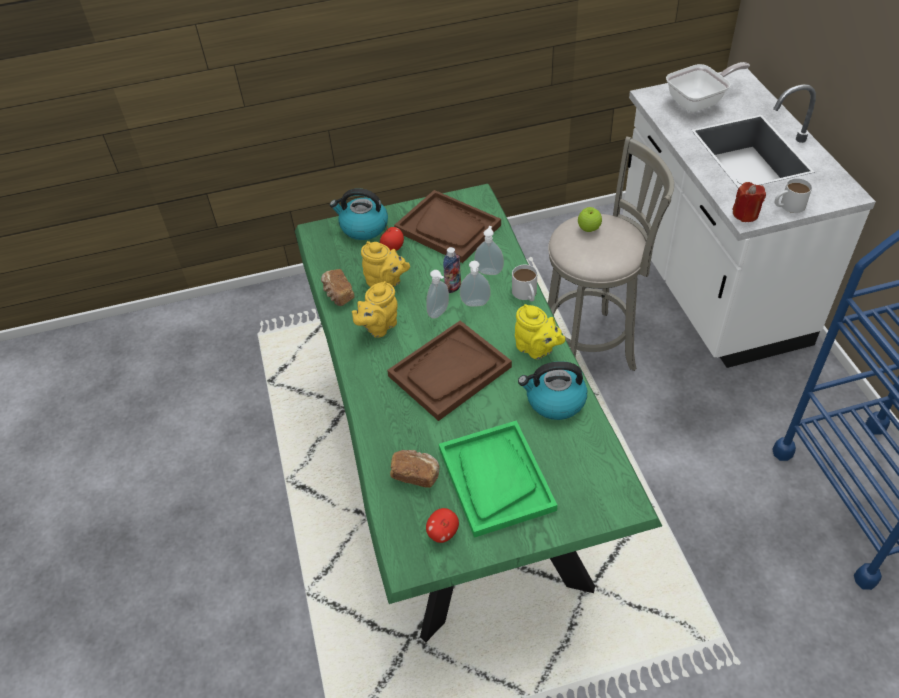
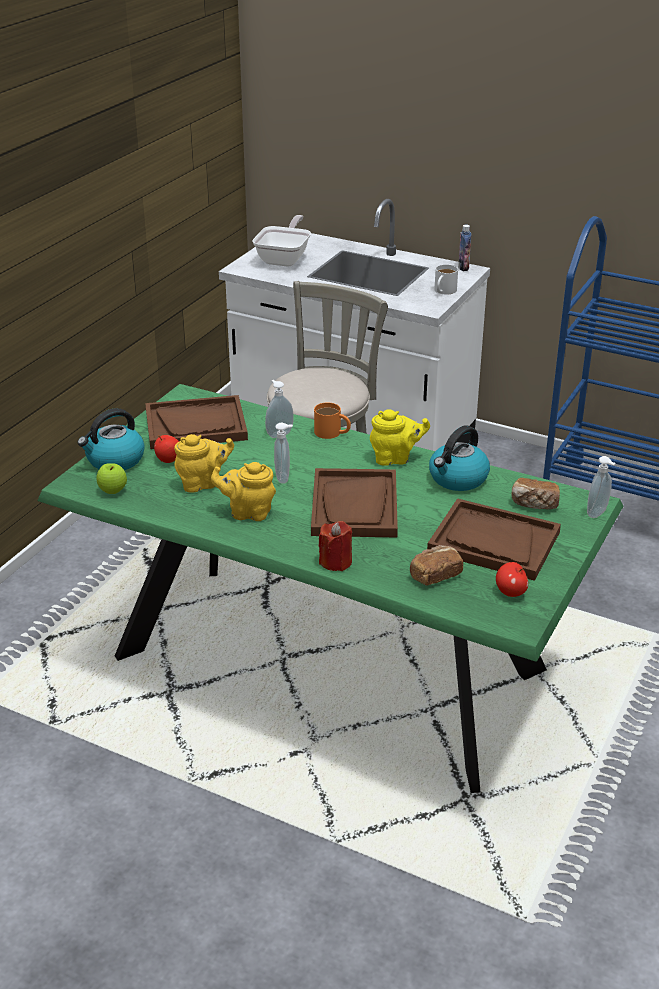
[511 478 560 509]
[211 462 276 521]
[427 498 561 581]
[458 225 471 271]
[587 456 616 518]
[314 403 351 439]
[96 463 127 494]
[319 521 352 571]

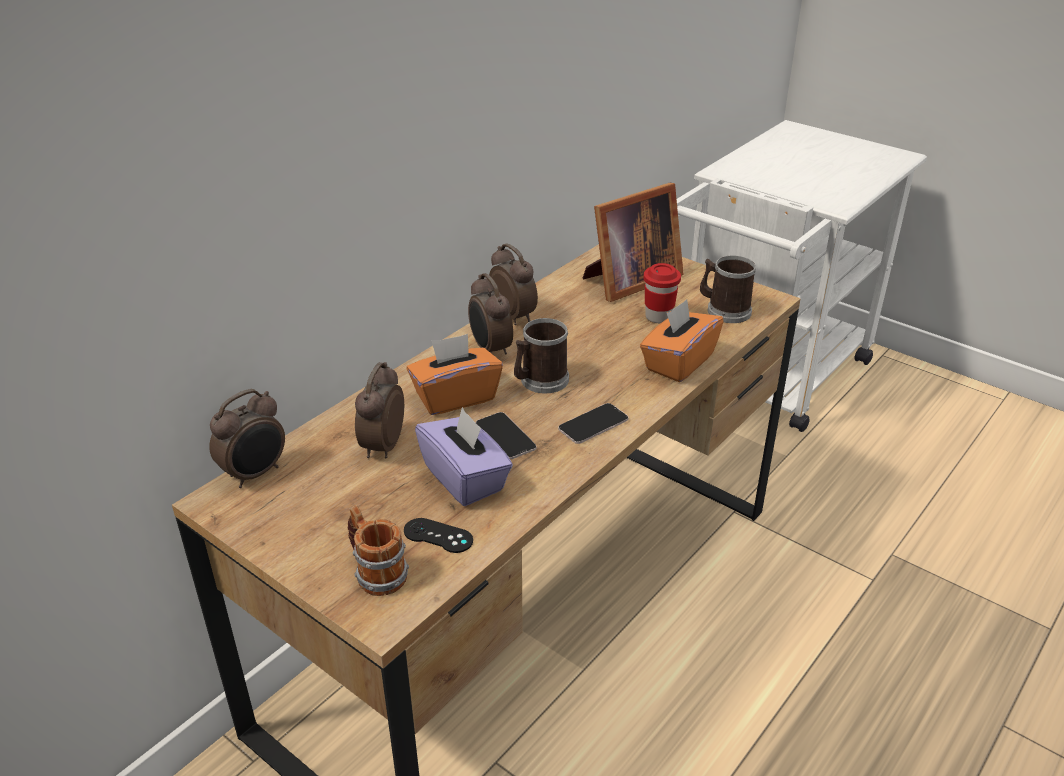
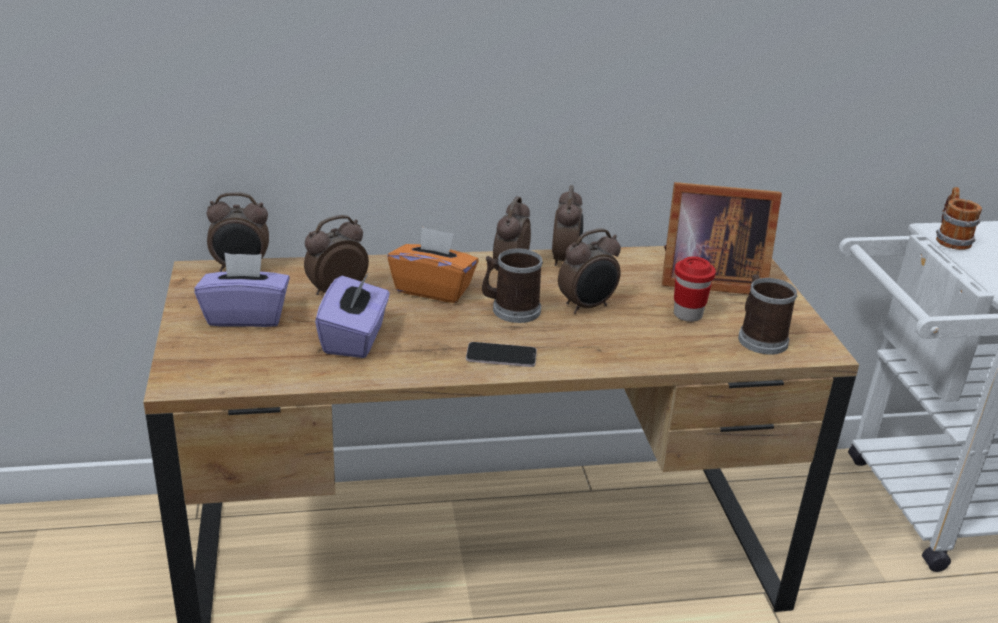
[936 187 982 250]
[404 518 473 553] (first image)
[476 412 537 459] (first image)
[640 299 724 382] (first image)
[194 253 290 327]
[558 228 621 314]

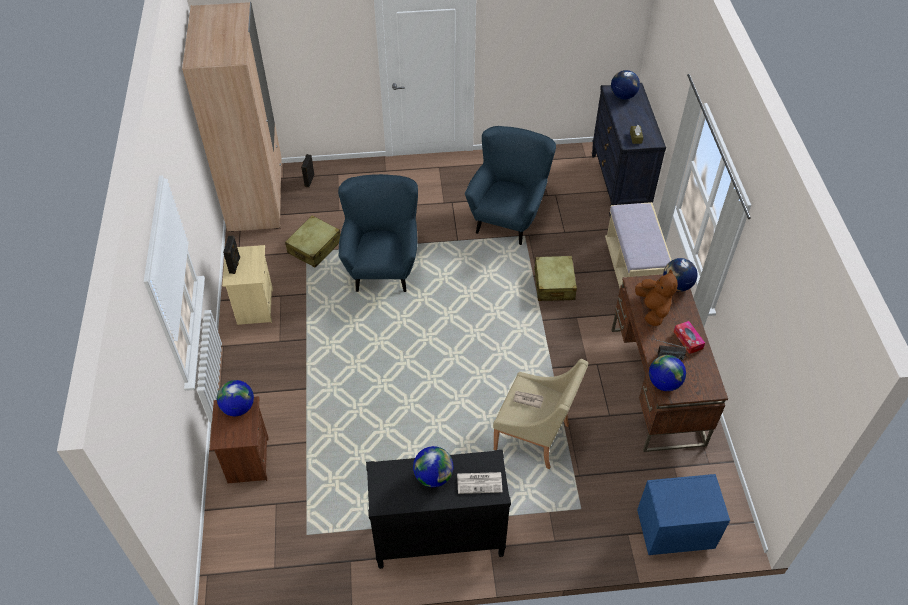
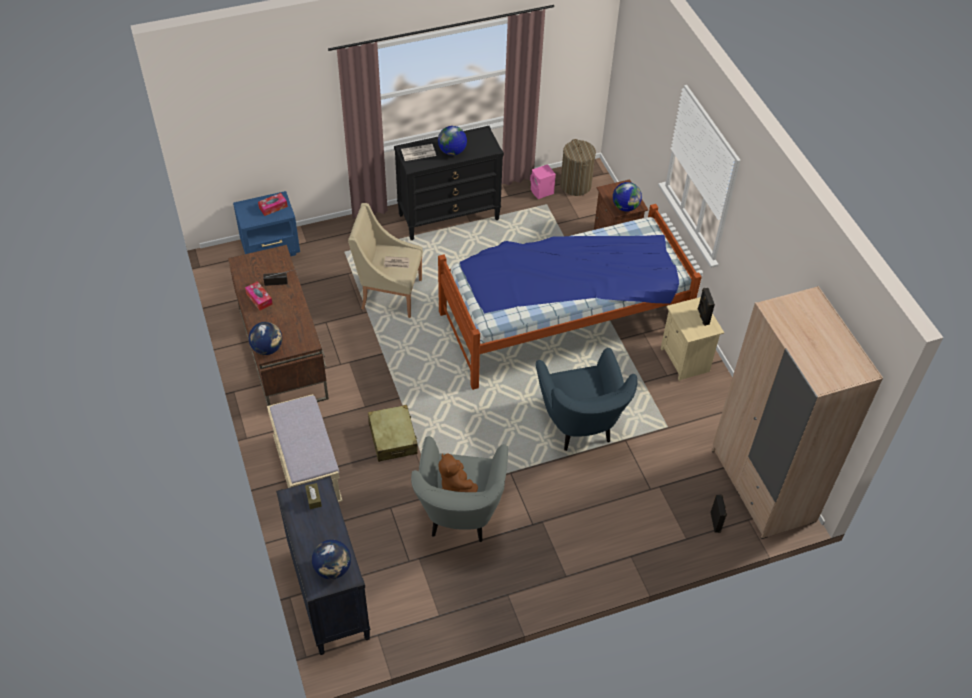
[285 215 341 267] (first image)
[411 436 508 542]
[438 453 478 492]
[649 355 686 391] (first image)
[258 193 288 216]
[438 204 702 390]
[530 164 556 199]
[560 139 596 196]

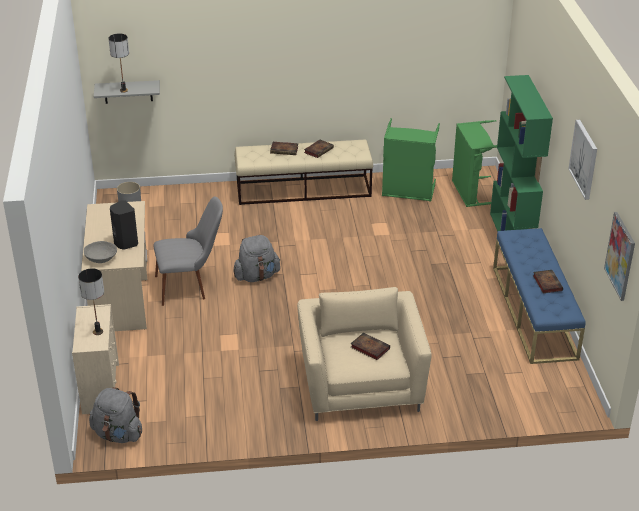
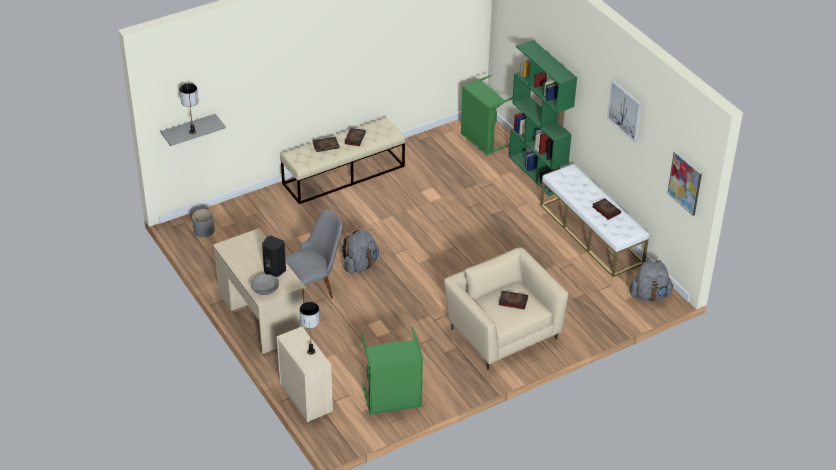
[630 261 674 301]
[361 326 423 415]
[540 164 649 277]

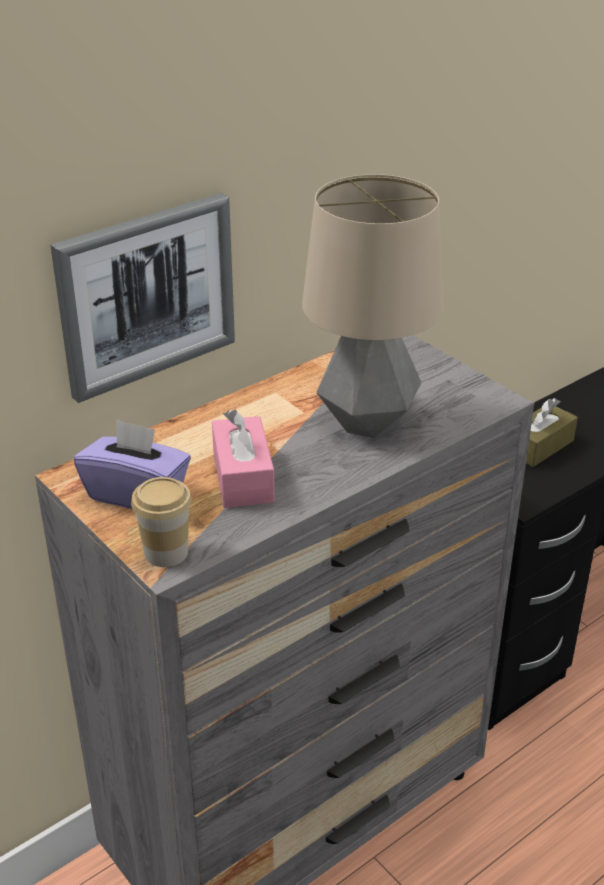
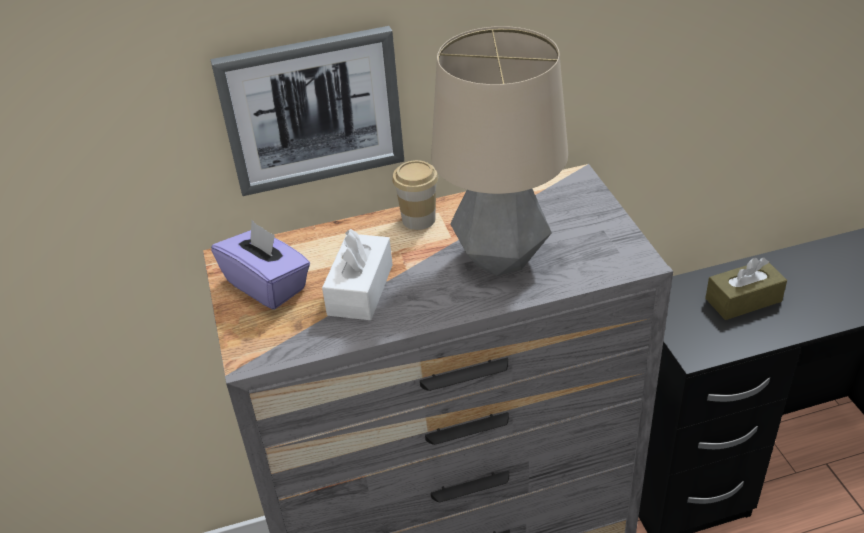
[392 160 438 230]
[322 229 393 320]

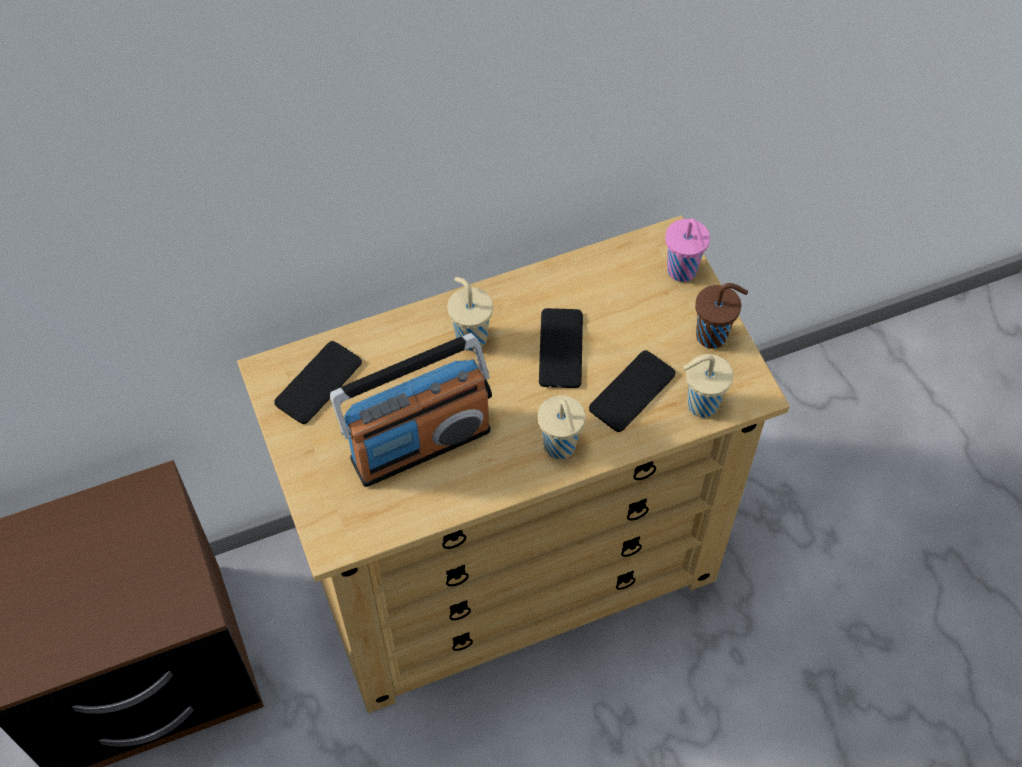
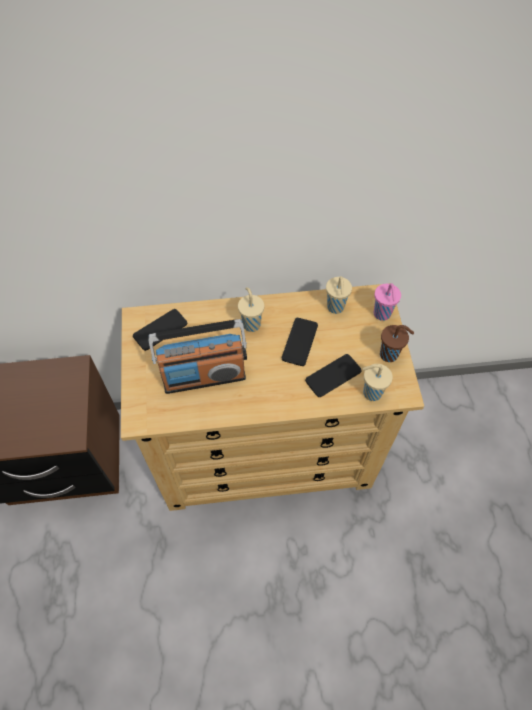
[326 276 352 314]

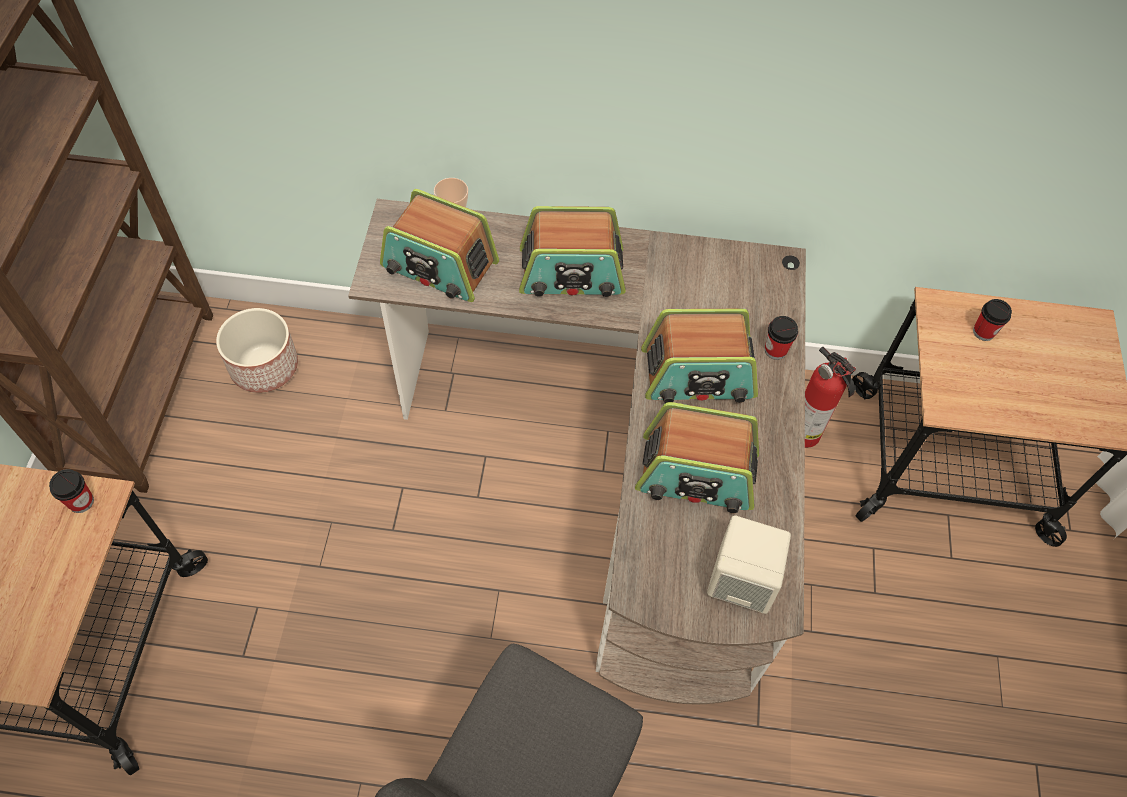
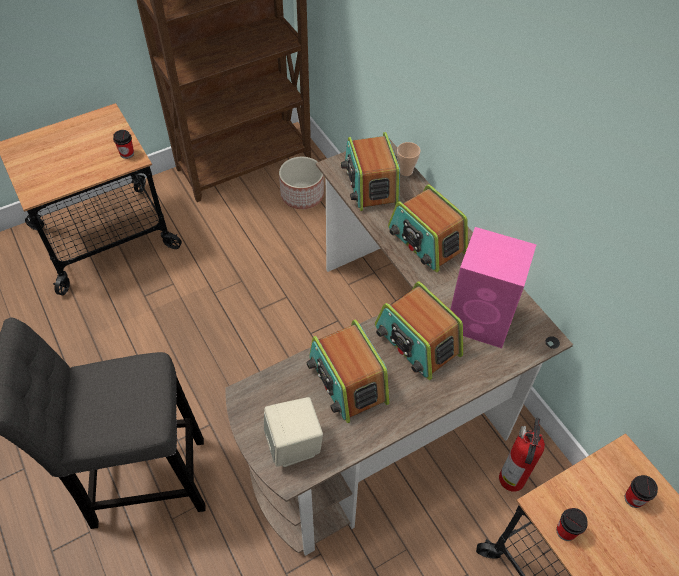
[556 508 588 541]
[450 227 537 348]

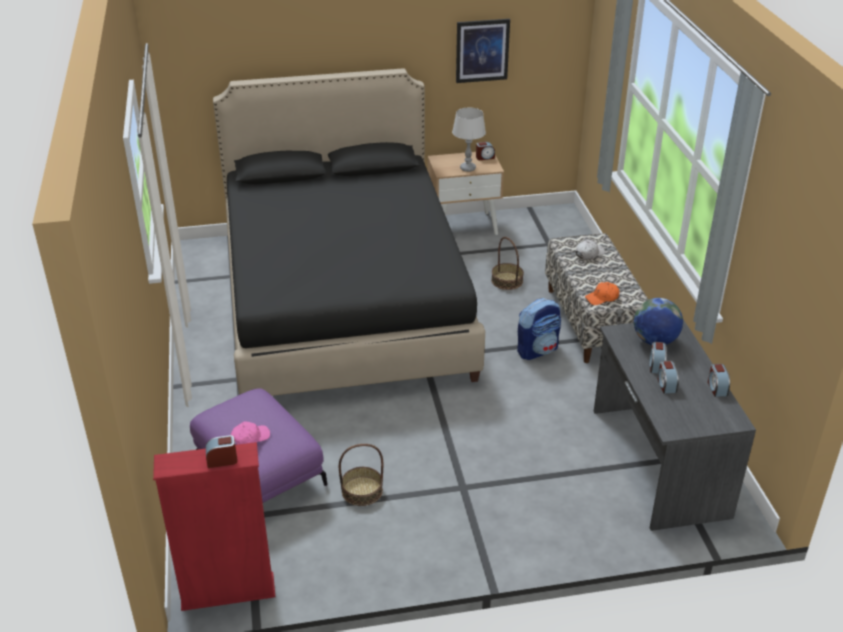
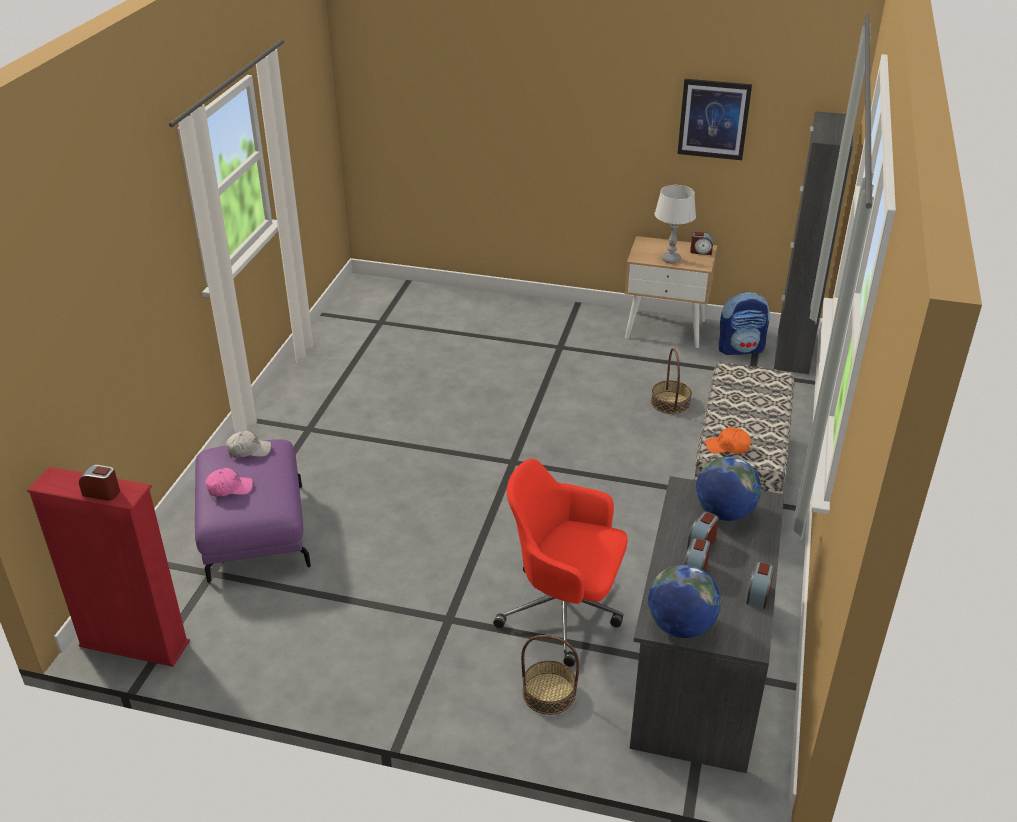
[213 68 485 396] (first image)
[521 635 579 715]
[719 292 770 355]
[226 430 271 457]
[493 459 628 667]
[648 565 721 638]
[774 111 853 374]

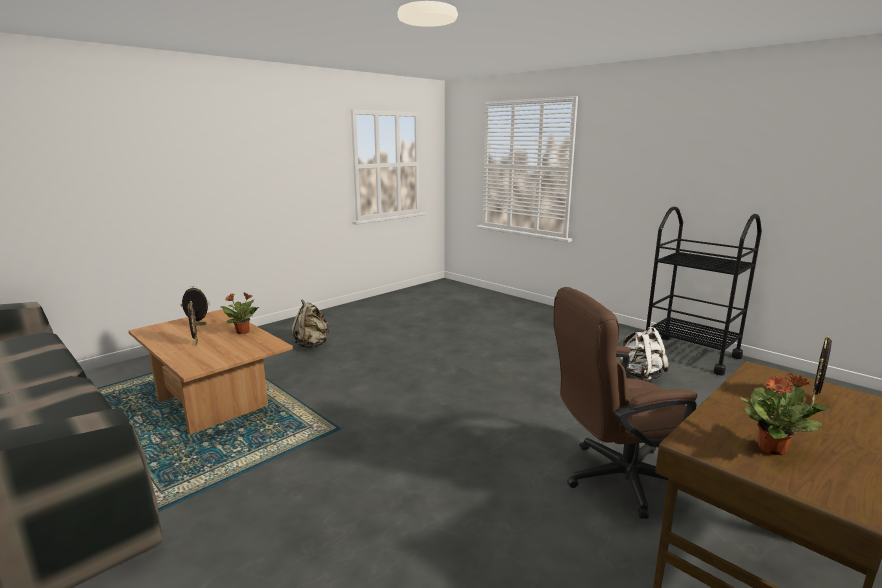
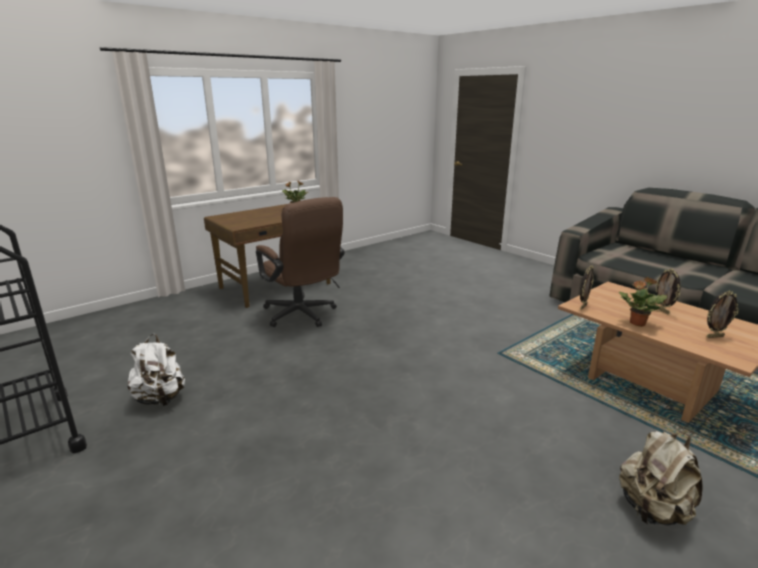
[256 197 345 327]
[580 265 594 310]

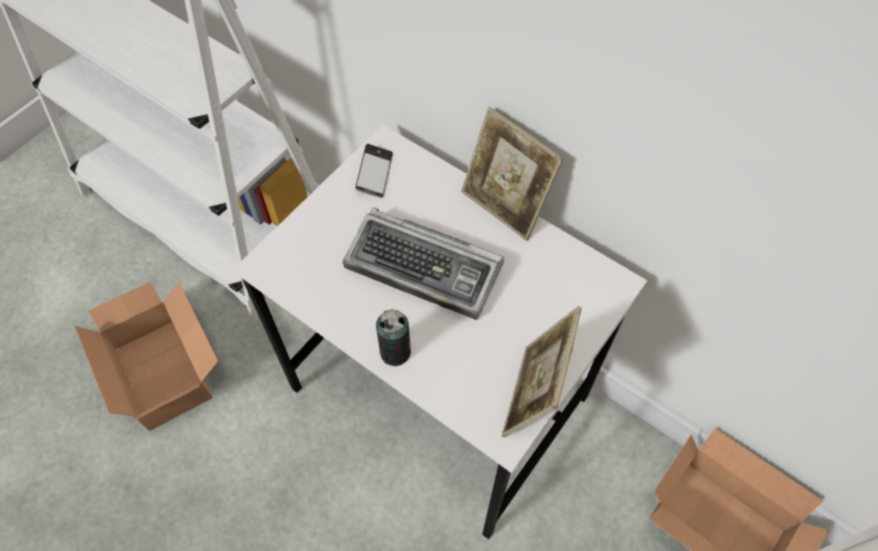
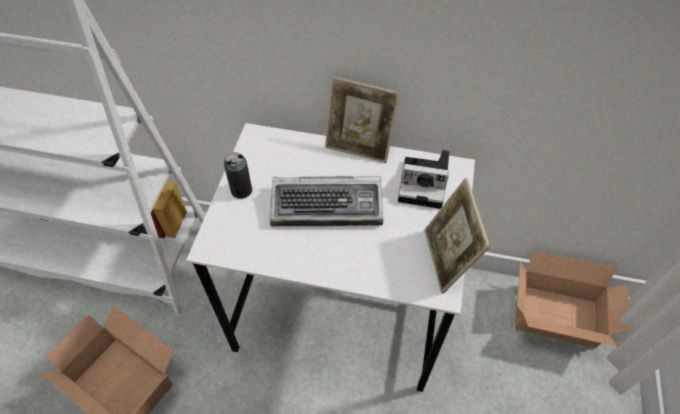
[355 144 393 198] (first image)
[223 152 252 199]
[398 150 449 209]

